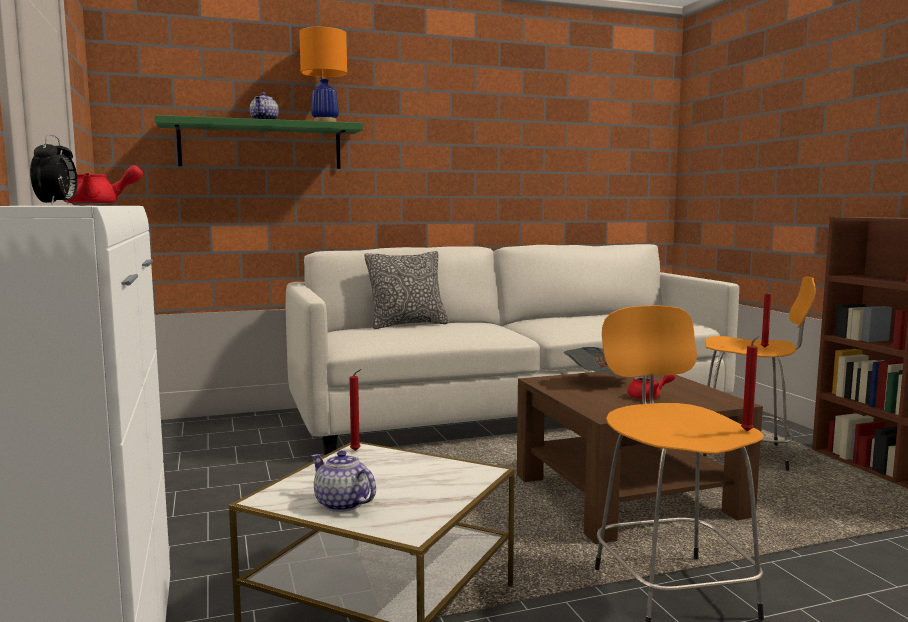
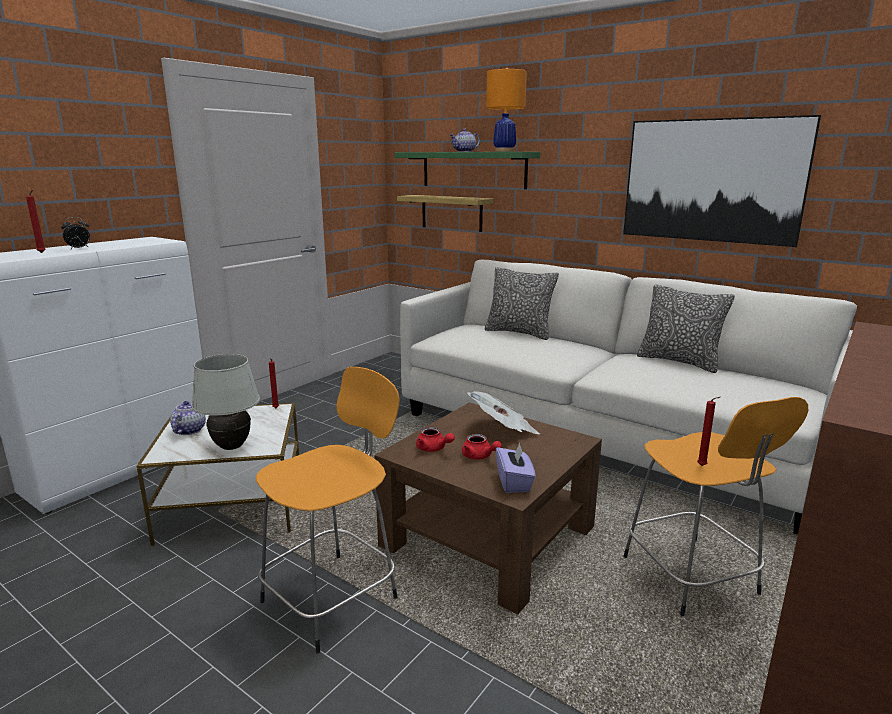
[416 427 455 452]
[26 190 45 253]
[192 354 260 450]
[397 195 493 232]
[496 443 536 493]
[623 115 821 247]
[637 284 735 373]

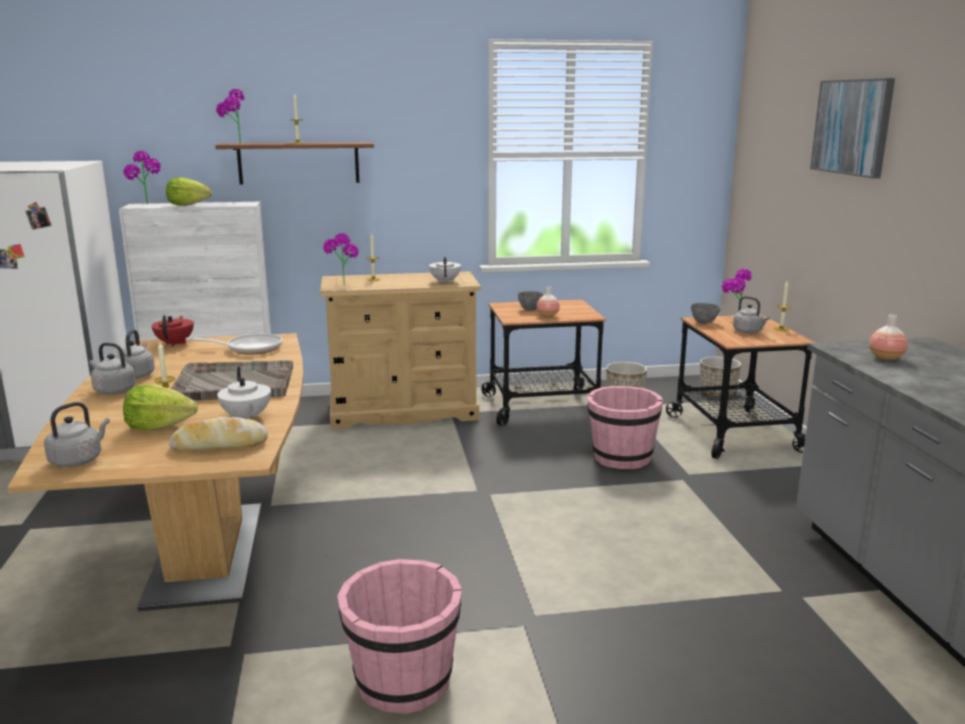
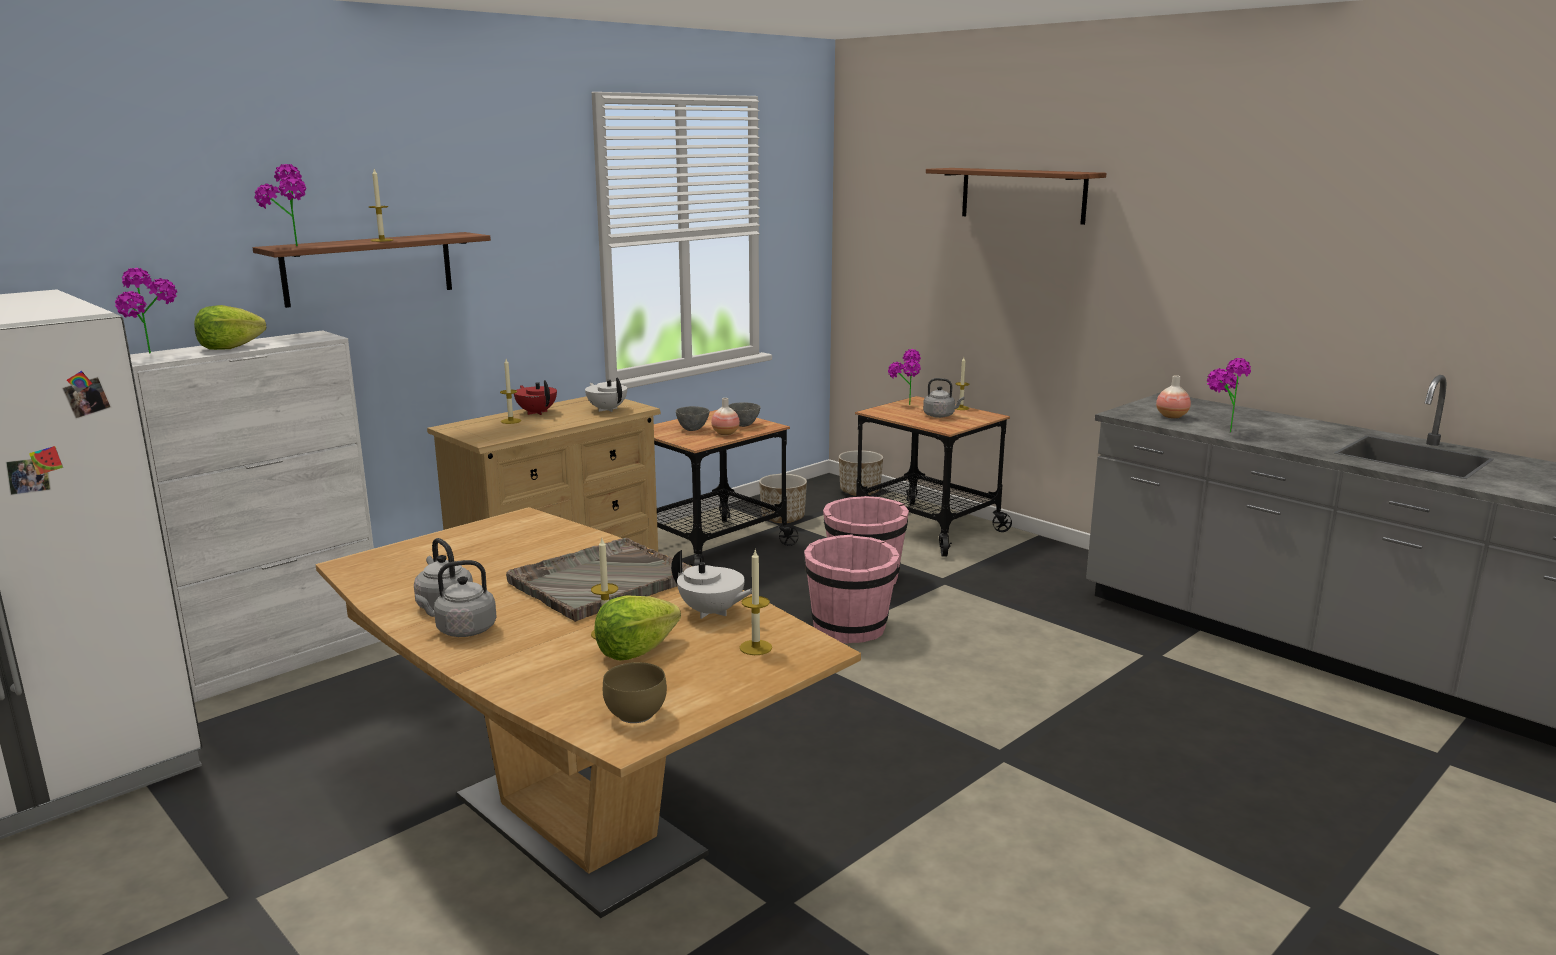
[603 662 667 723]
[514 380 557 415]
[740 550 772 655]
[186 334 283 354] (first image)
[1207 358 1251 433]
[804 534 899 644]
[729 402 761 427]
[926 168 1106 225]

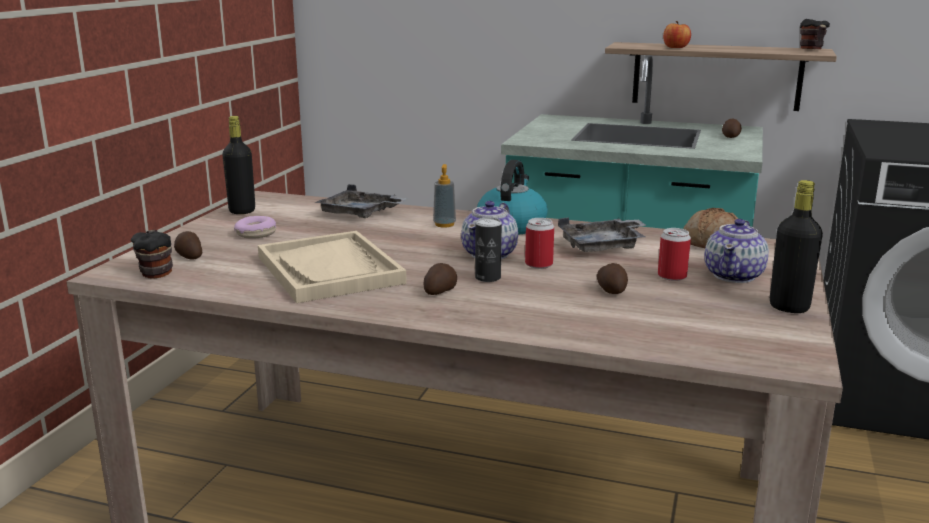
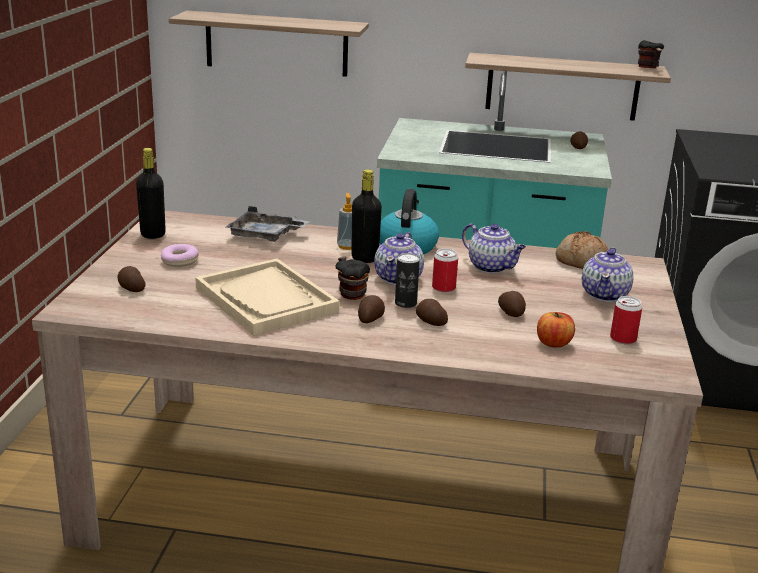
[335 257 370 300]
[462 223 526 273]
[610 296 642 344]
[537 312 575 347]
[351 169 382 263]
[169 11 369 77]
[416 299 448 326]

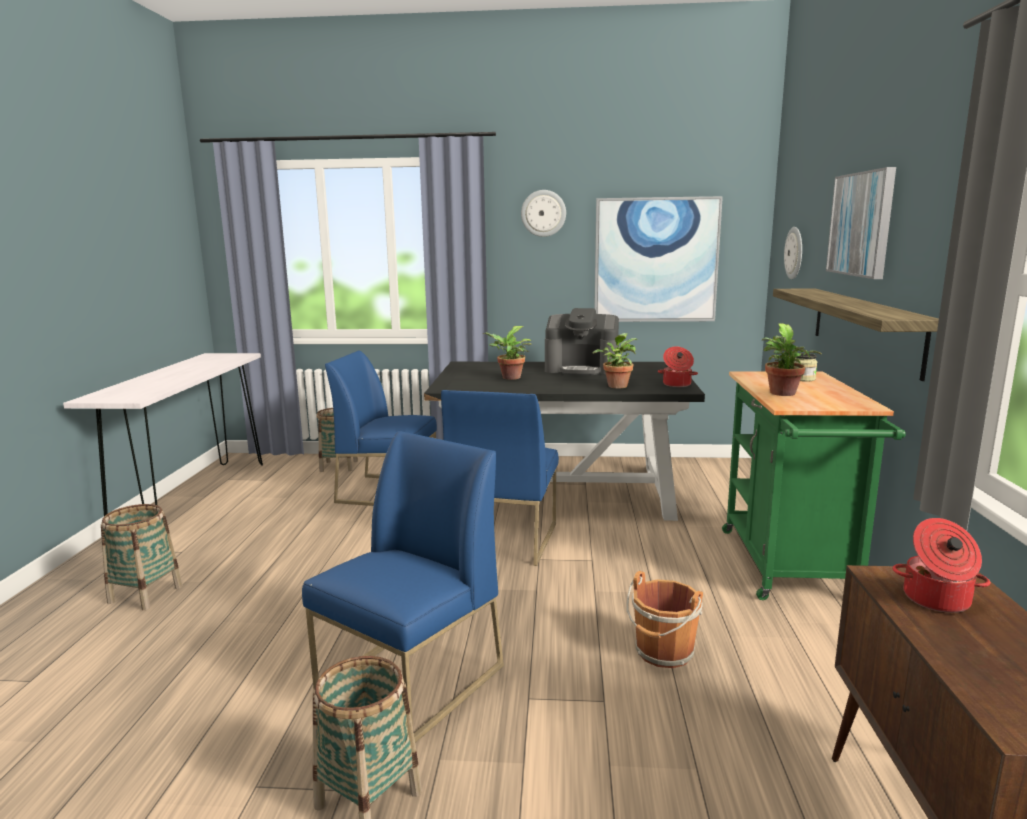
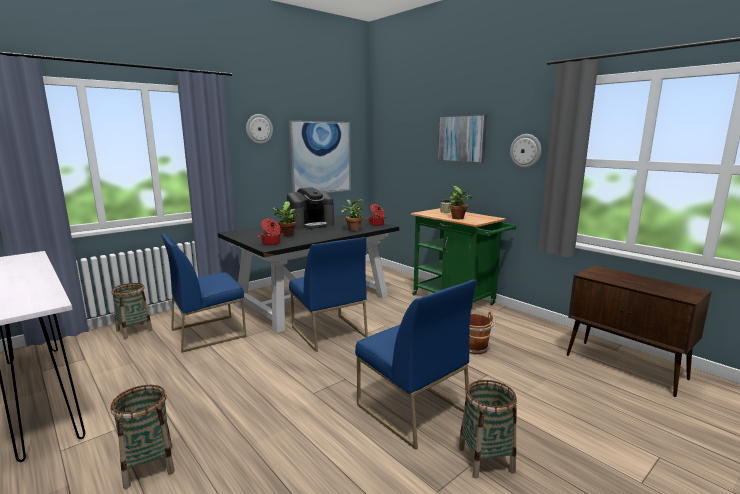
[355 280 477 450]
[773 288 939 381] (first image)
[510 134 541 168]
[258 219 284 245]

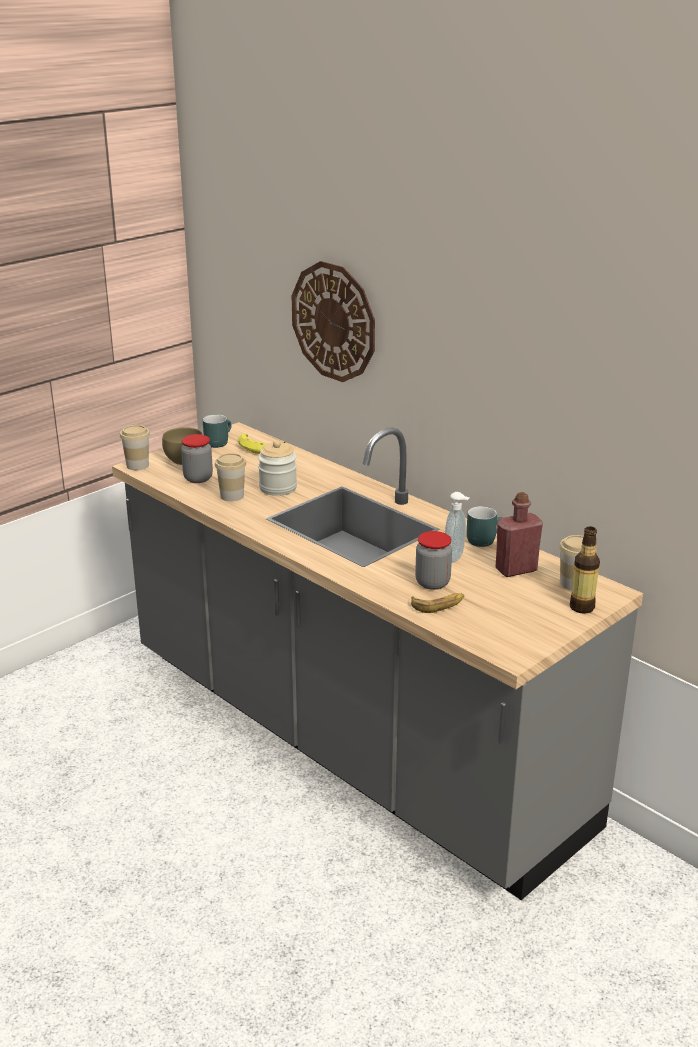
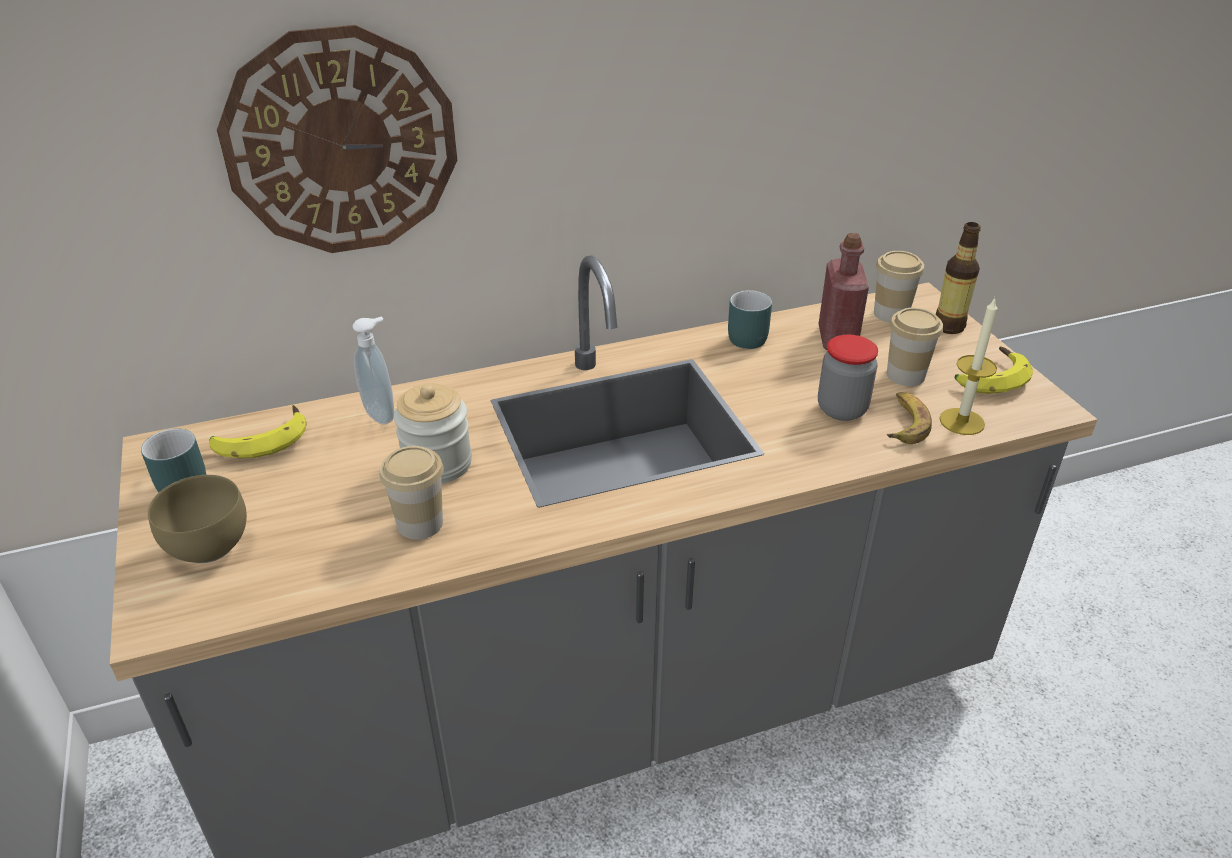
[887 308 943 386]
[181 434 213 483] (first image)
[352 317 394 425]
[939 297 997 435]
[955 346 1033 394]

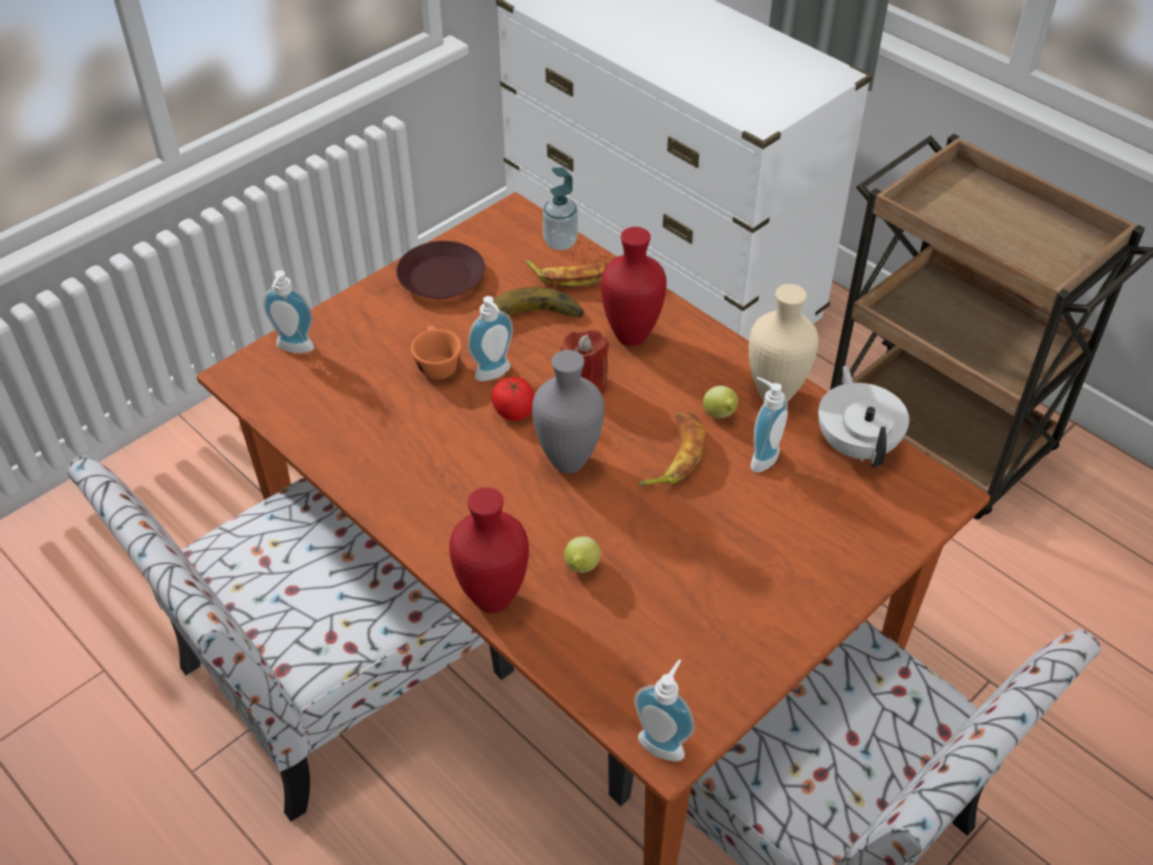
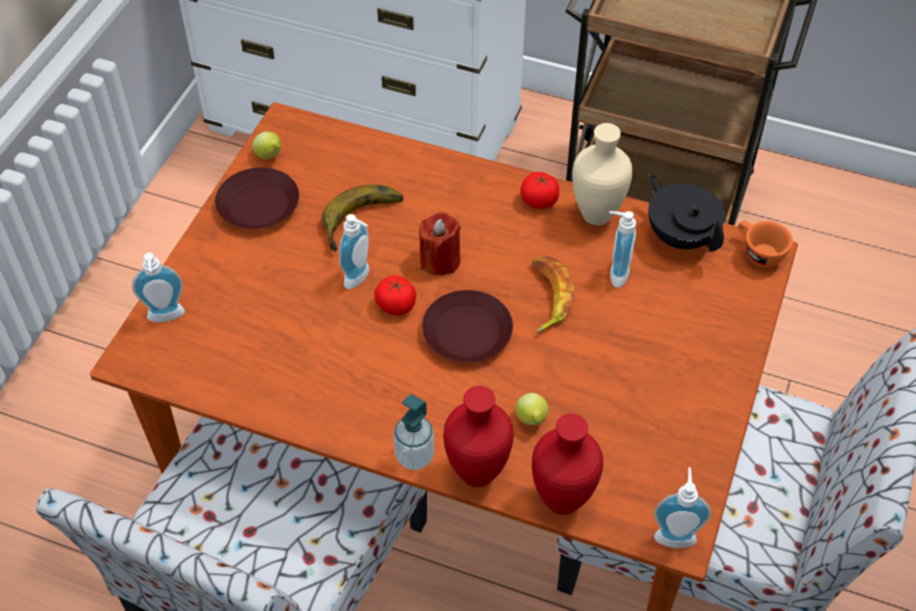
[738 221 793 268]
[525 260 612 287] (first image)
[422 290 513 363]
[394 394 434 470]
[532 414 603 515]
[252 132 281 159]
[648 174 725 252]
[520 172 559 209]

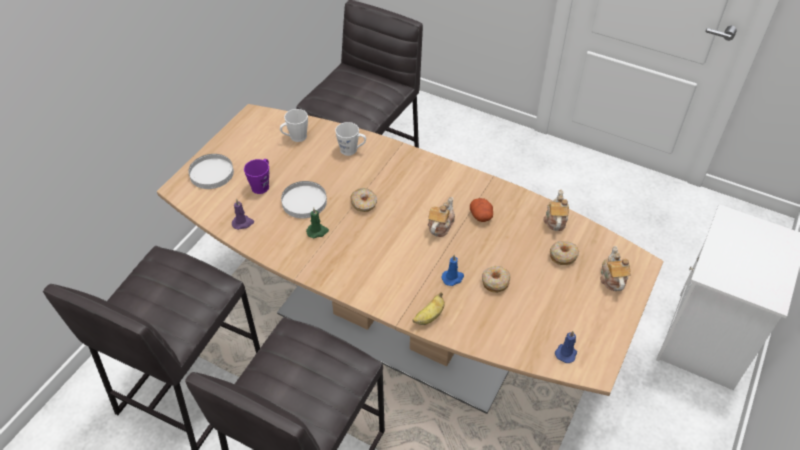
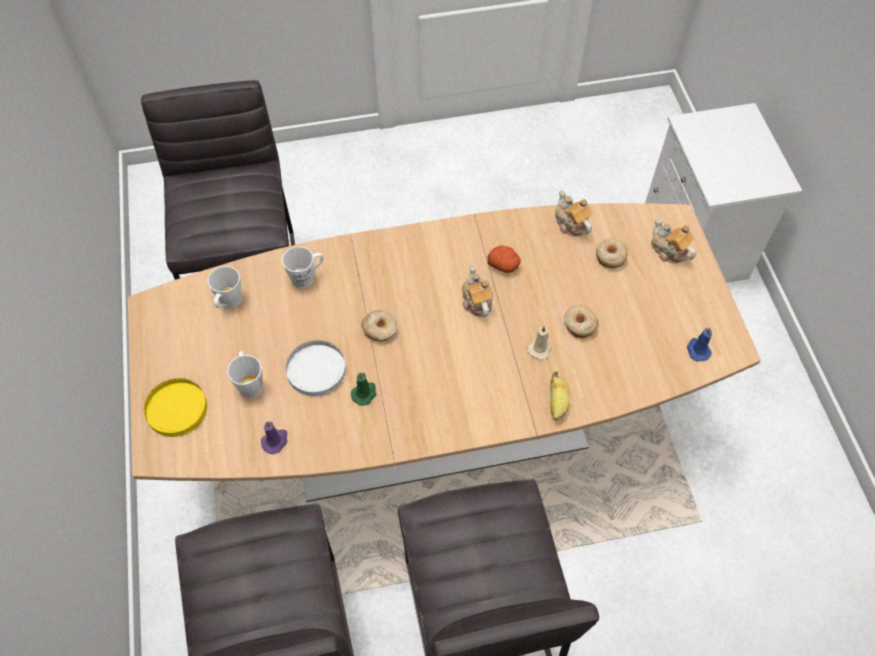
[144 378 207 437]
[227 351 263 398]
[527 326 552 360]

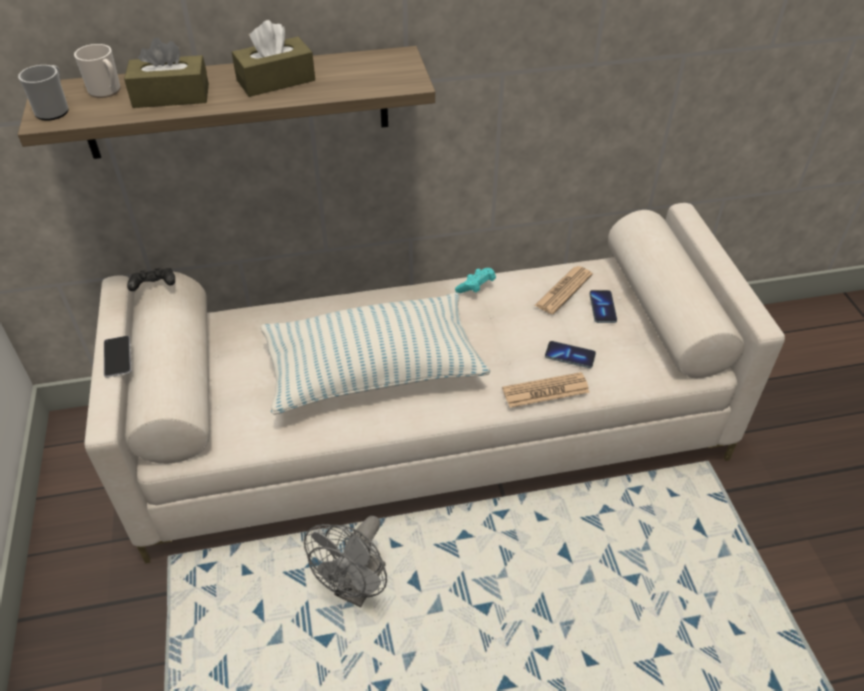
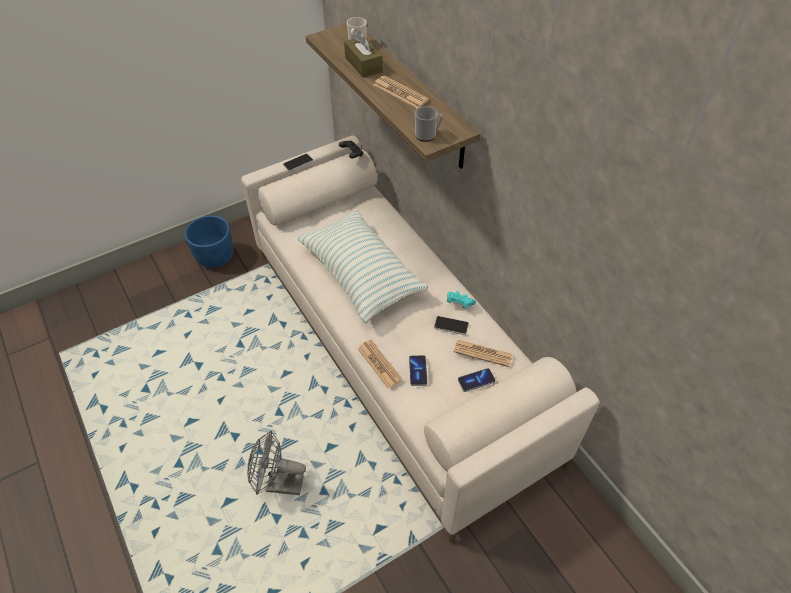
[415 106 443 142]
[373 76 429 108]
[247 431 306 495]
[185 215 233 268]
[434 316 469 335]

